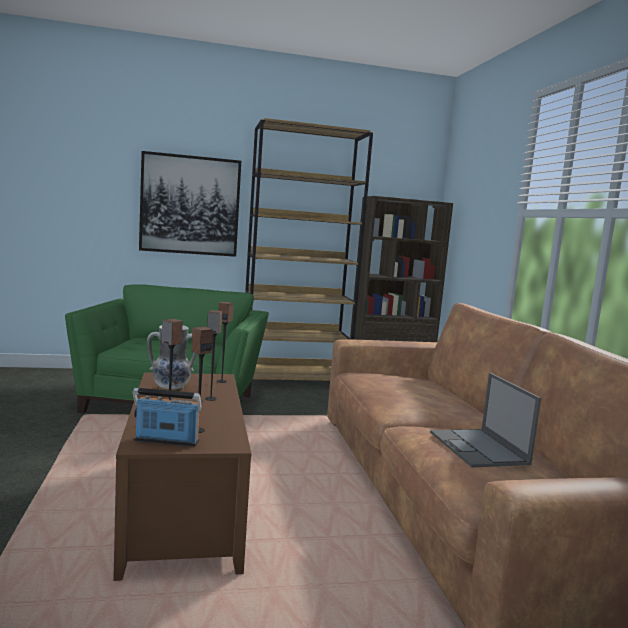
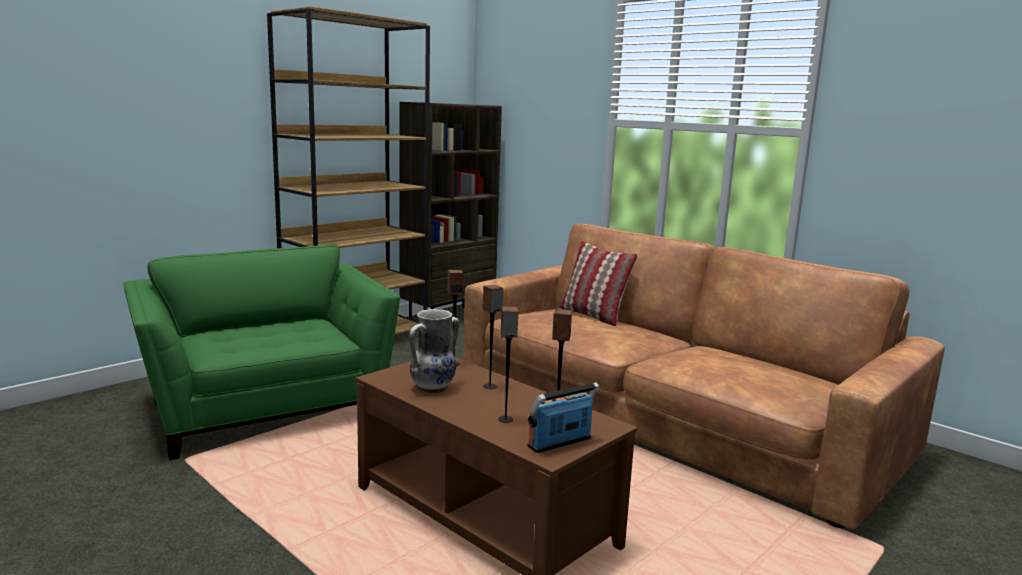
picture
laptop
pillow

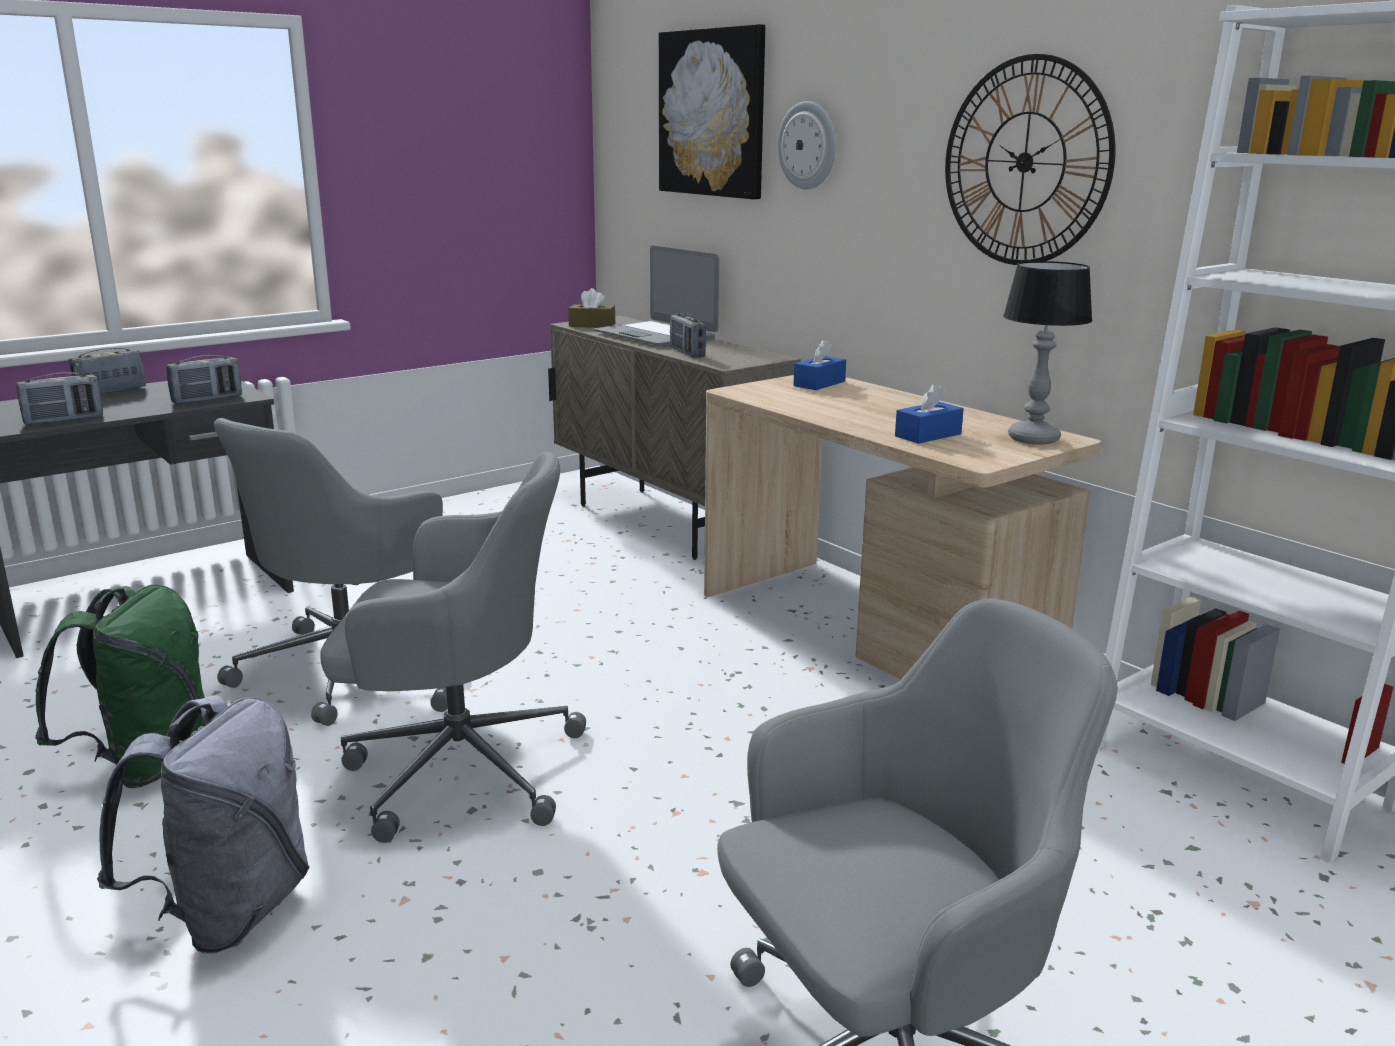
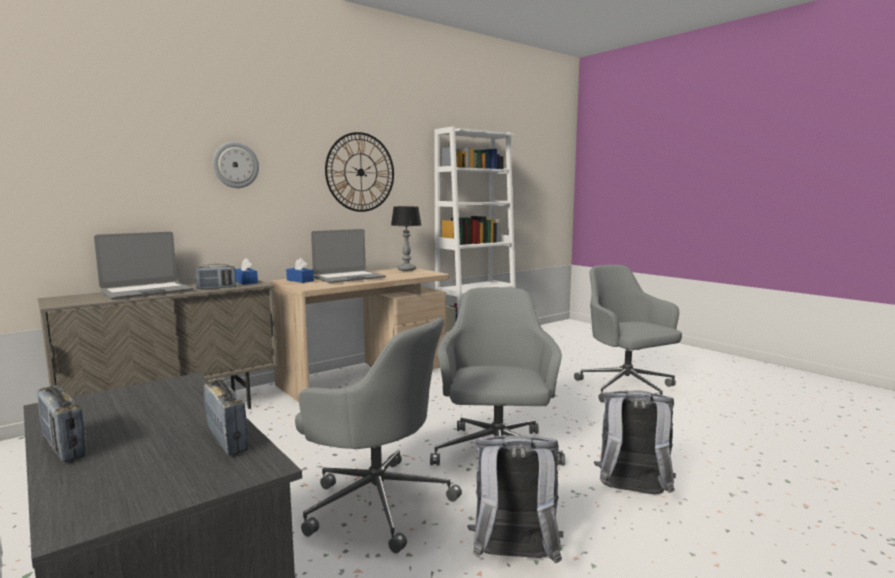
grey backpack (no. 1 from left)
radio (no. 3 from left in the first image)
brown tissue box
picture
blue tissue box (no. 1 from left)
laptop (no. 2 from left)

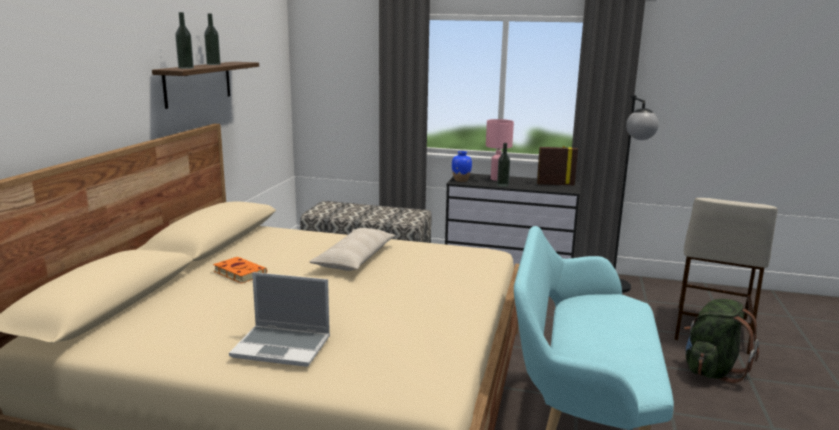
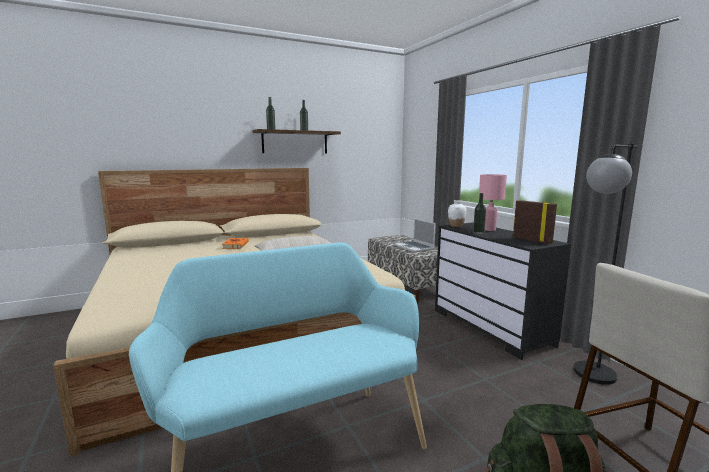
laptop
white vase

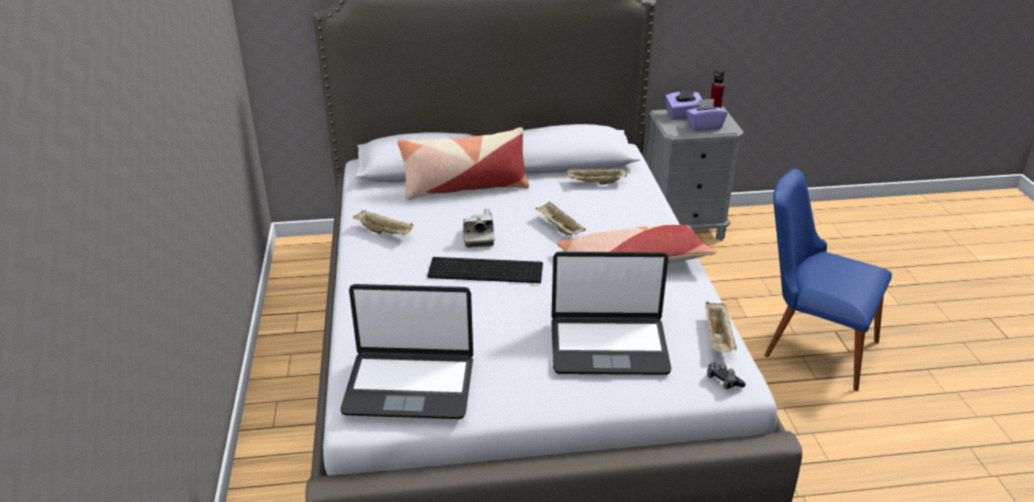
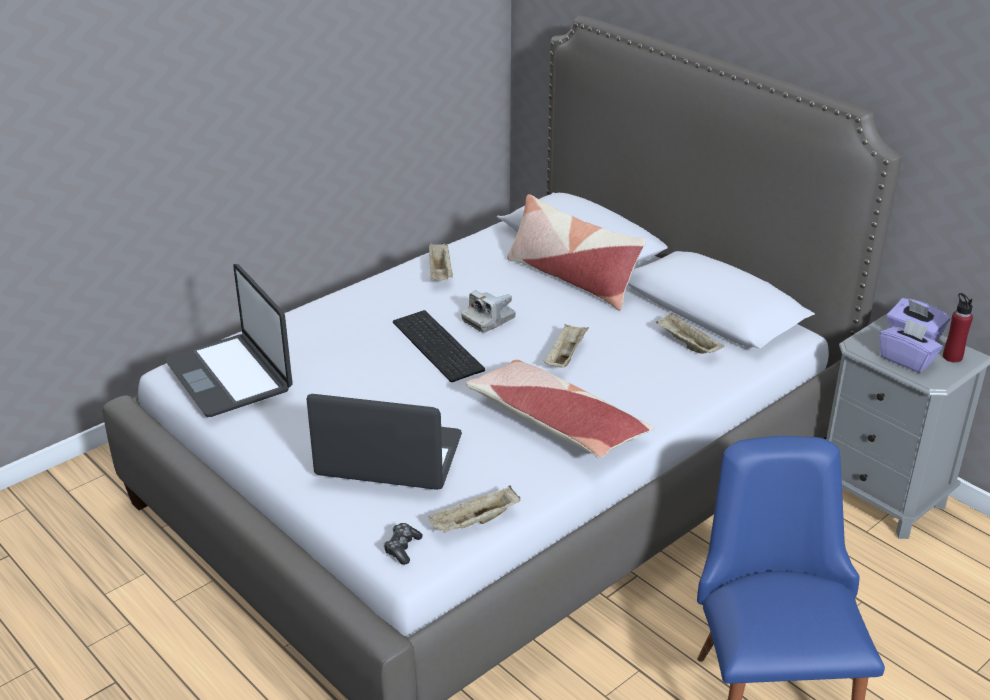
laptop (no. 2 from left)

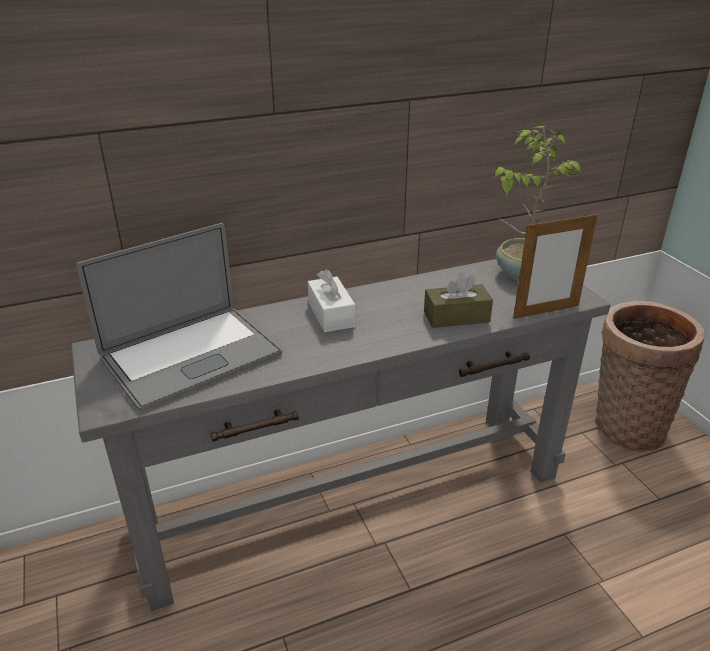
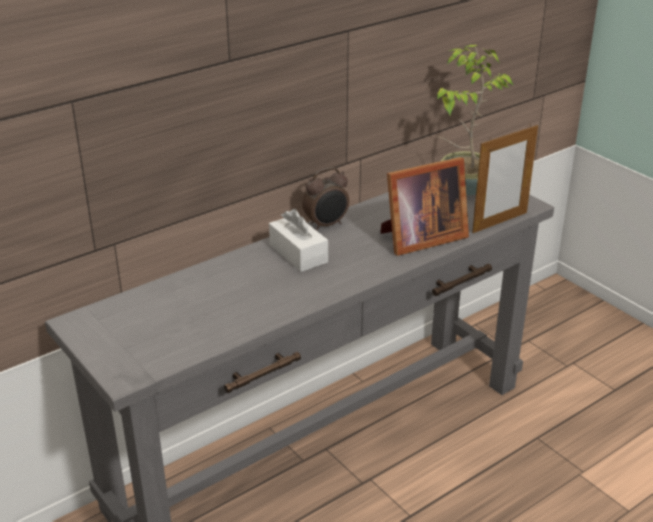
laptop
picture frame (no. 1 from left)
basket
alarm clock

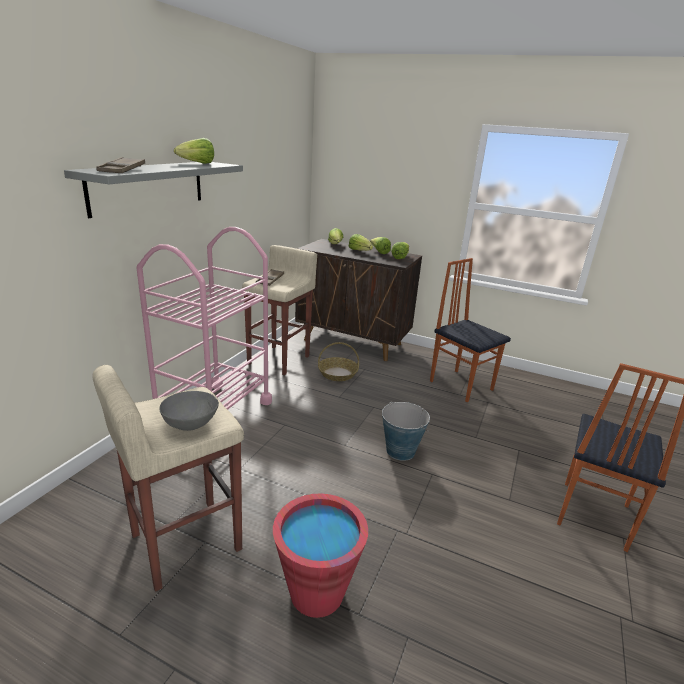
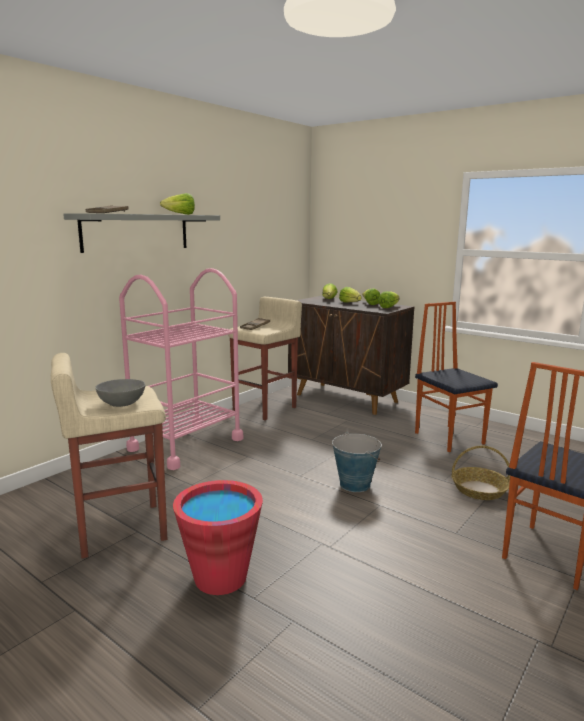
basket

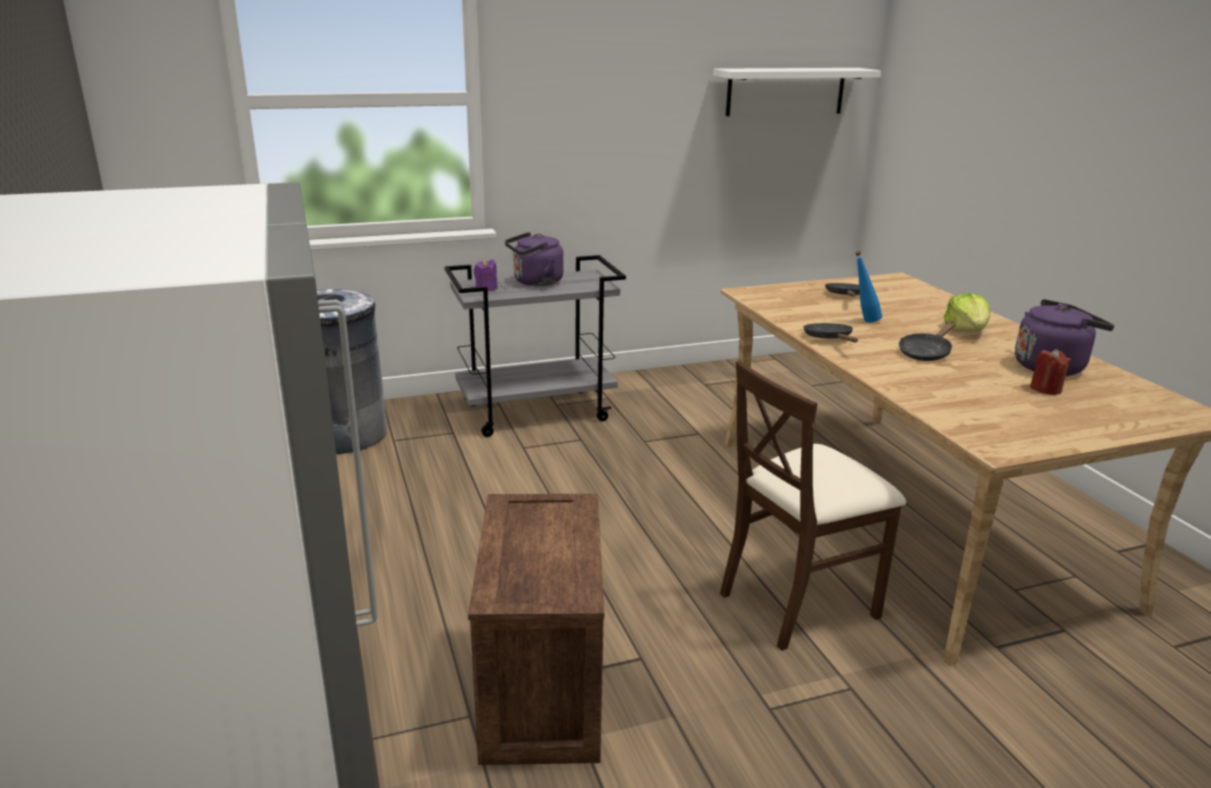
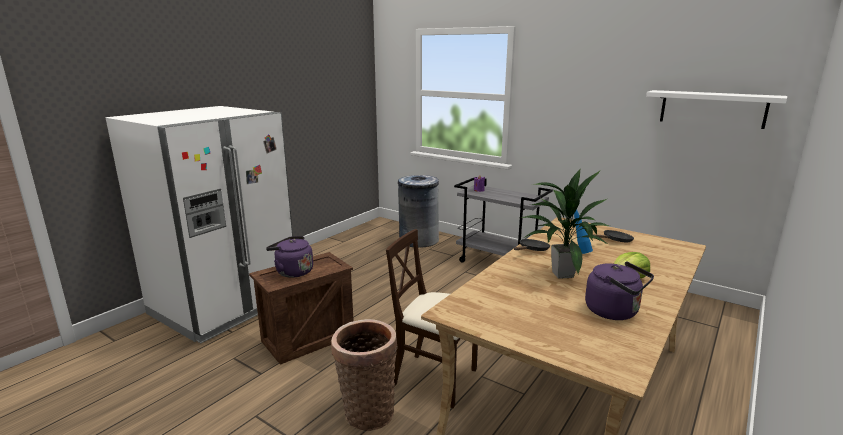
purple kettle (no. 1 from left)
potted plant
red candle
basket

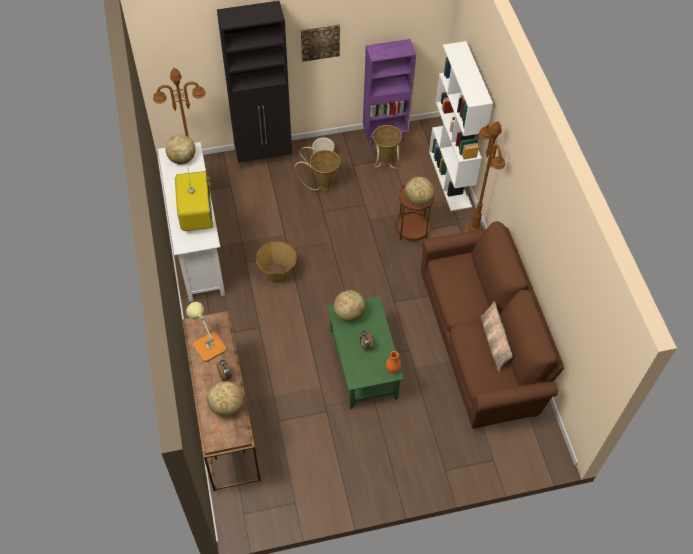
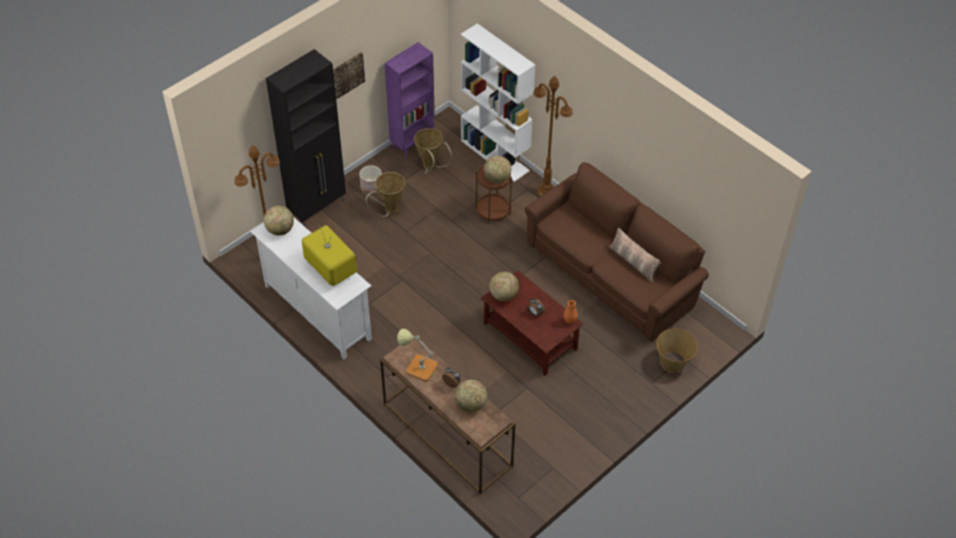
basket (no. 3 from left)
brown coffee table

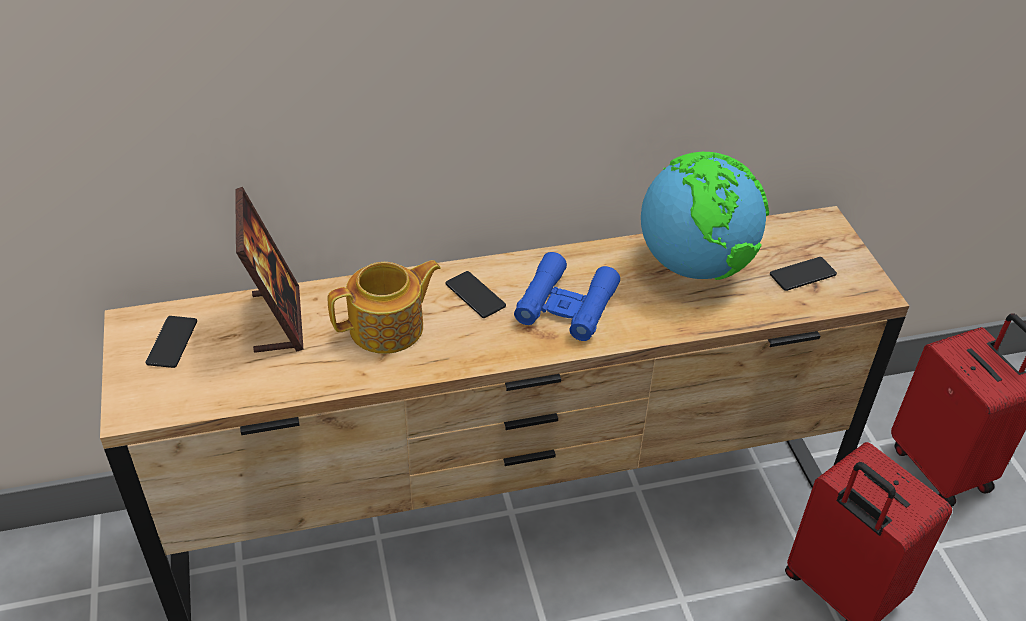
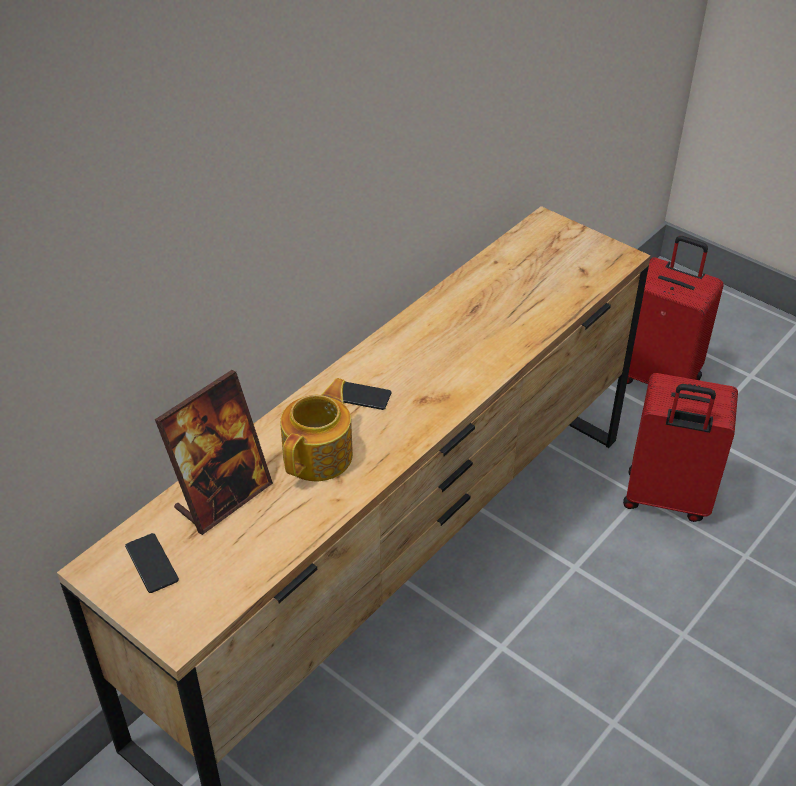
picture frame
blue binoculars
globe
phone (no. 3 from left in the first image)

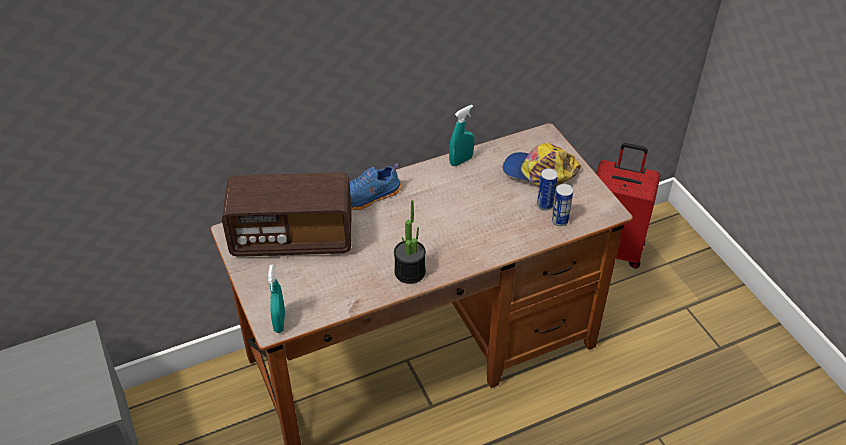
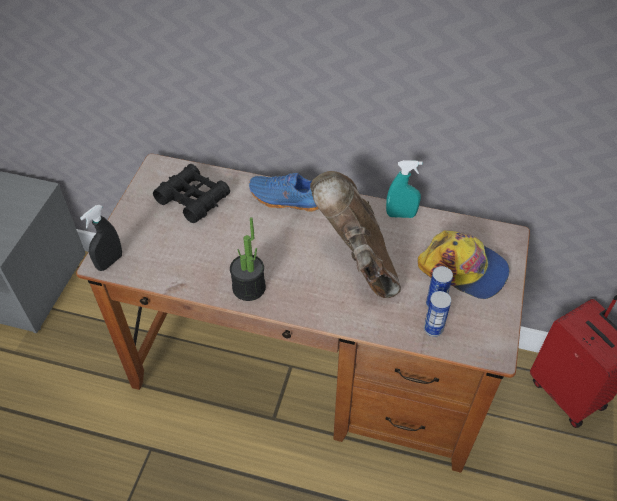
black binoculars
black spray bottle
cap
brown boot

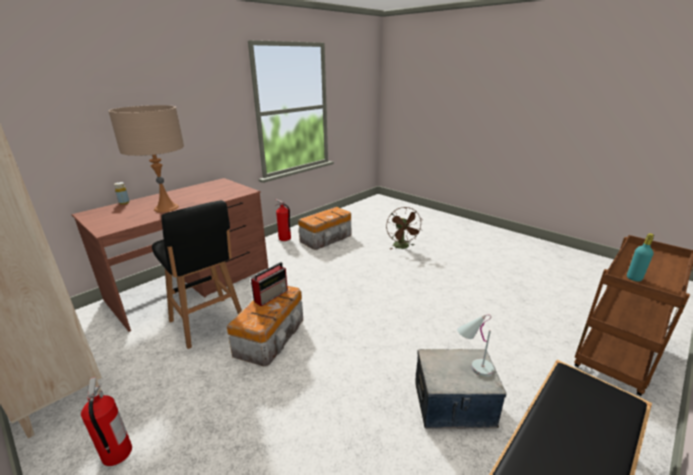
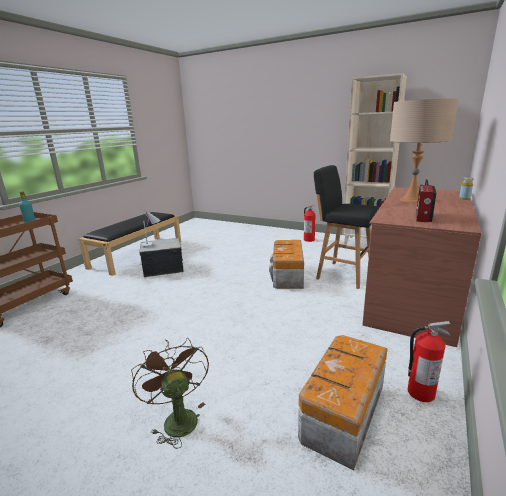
radio

